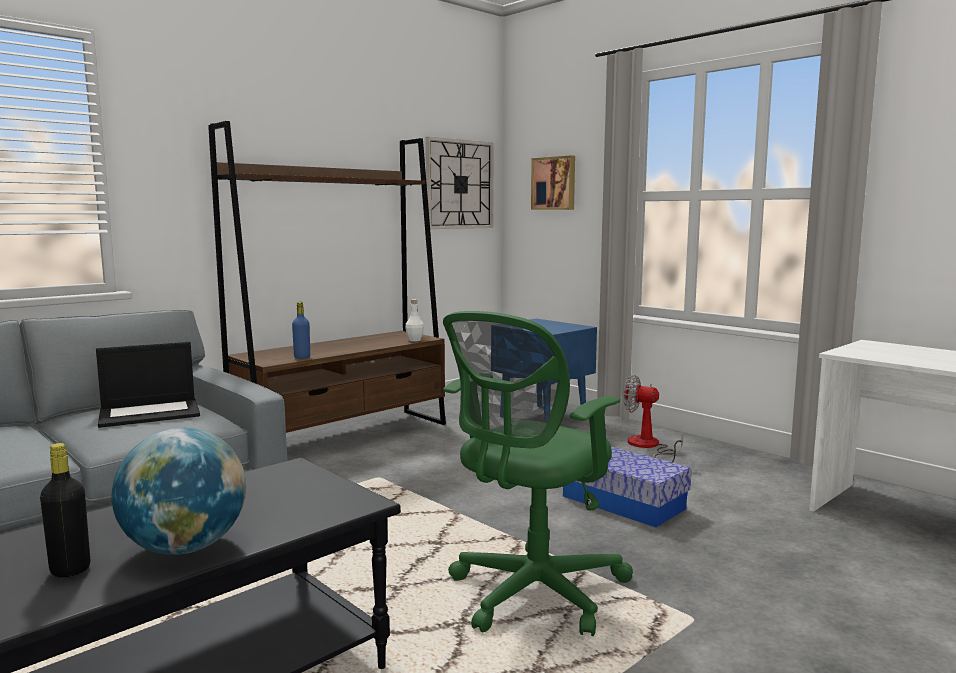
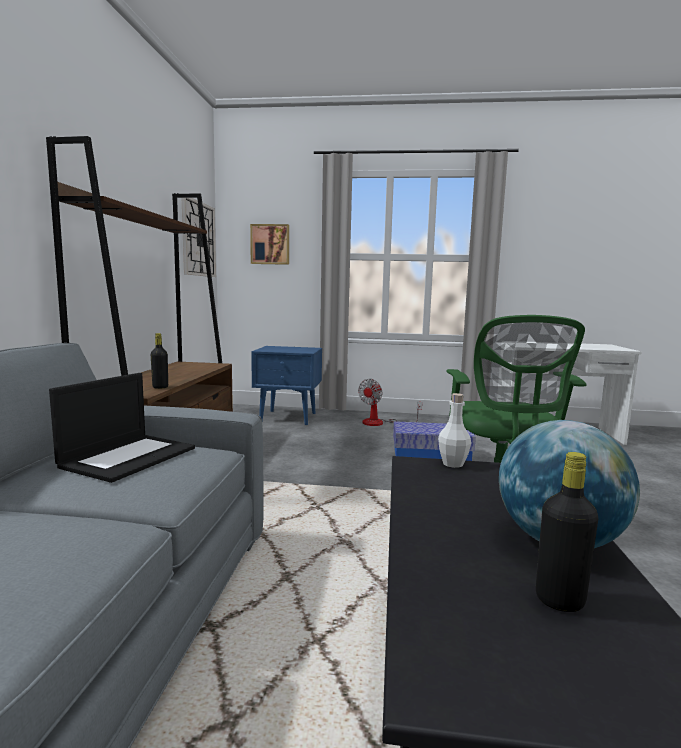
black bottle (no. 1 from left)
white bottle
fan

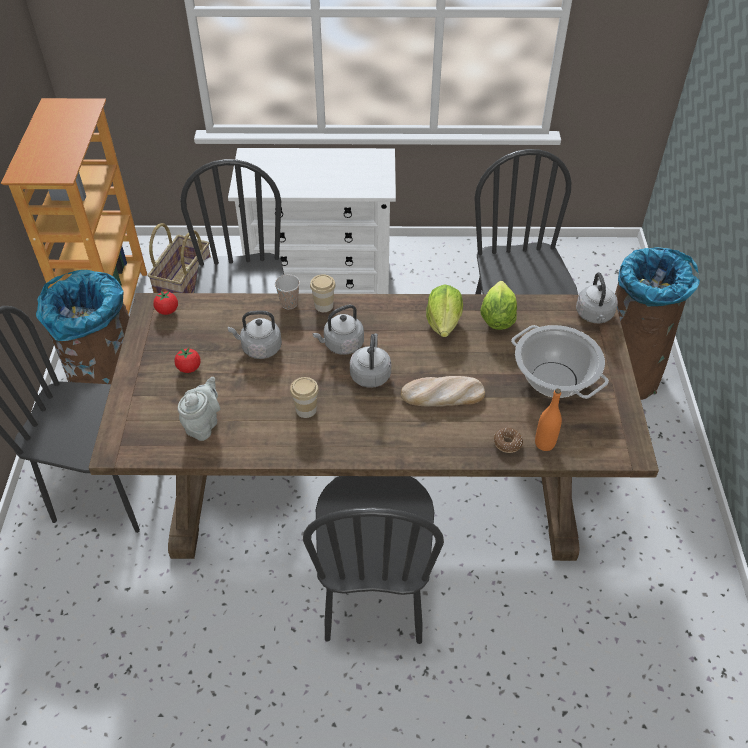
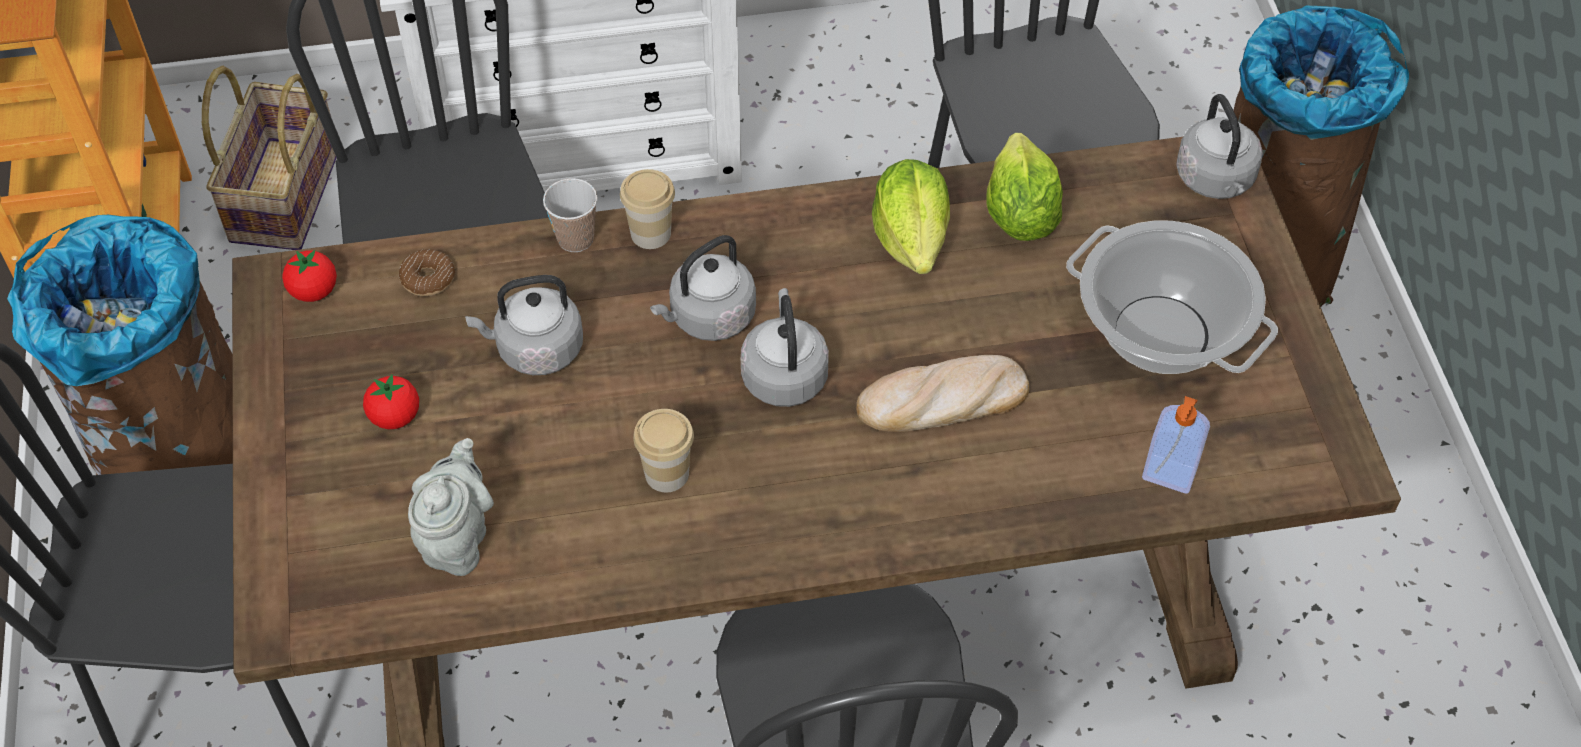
donut
soap dispenser

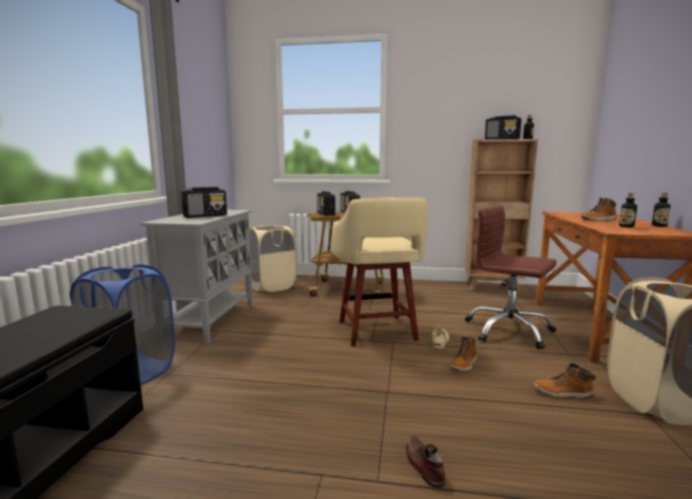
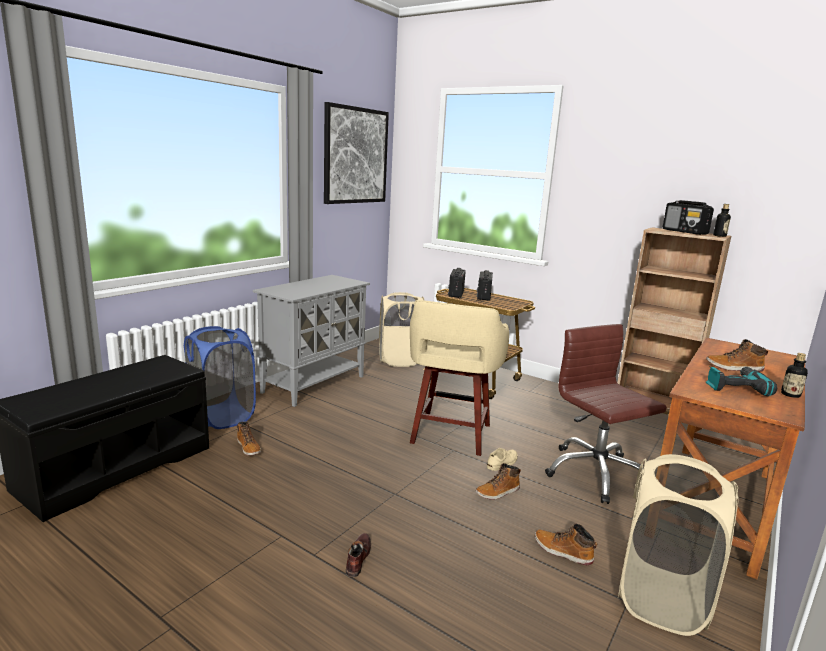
radio (no. 1 from left in the first image)
power drill
boot (no. 1 from left)
picture

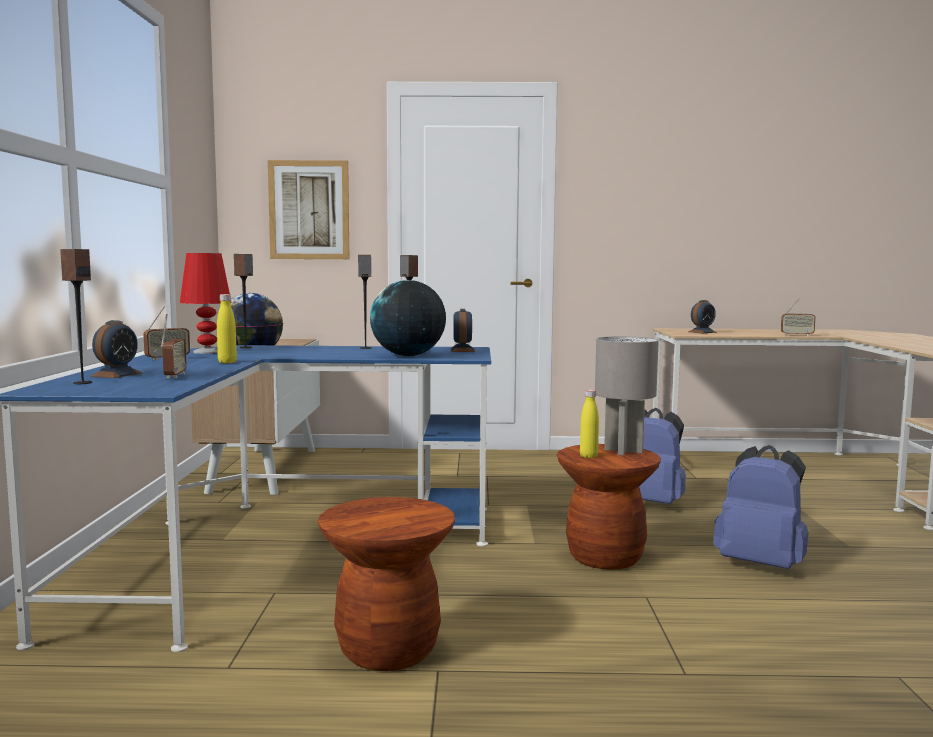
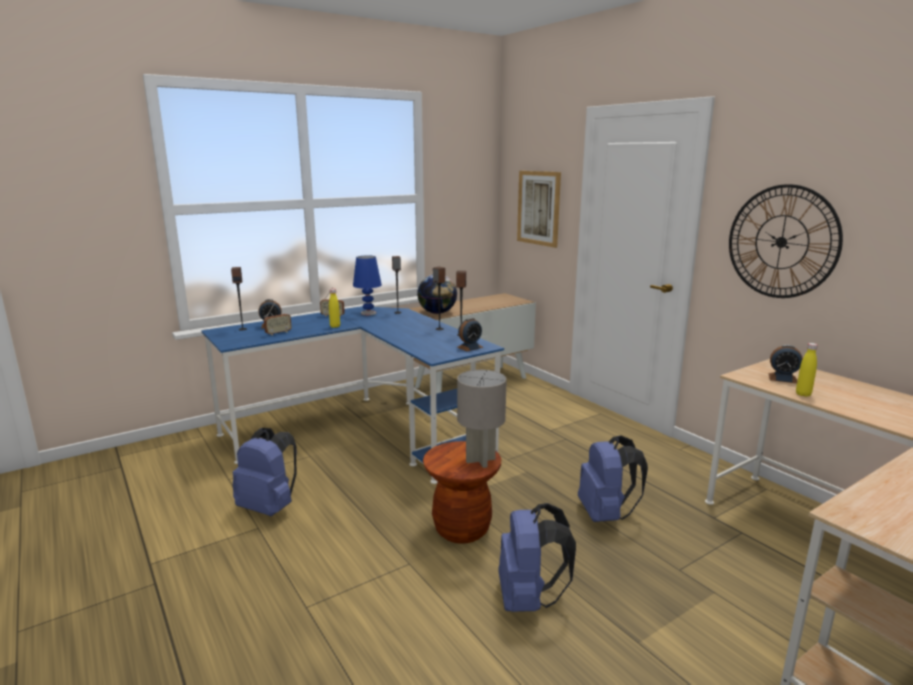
blue table lamp
blue backpack (no. 1 from left)
globe (no. 2 from left in the first image)
yellow bottle (no. 2 from left)
radio (no. 3 from left in the first image)
wall clock

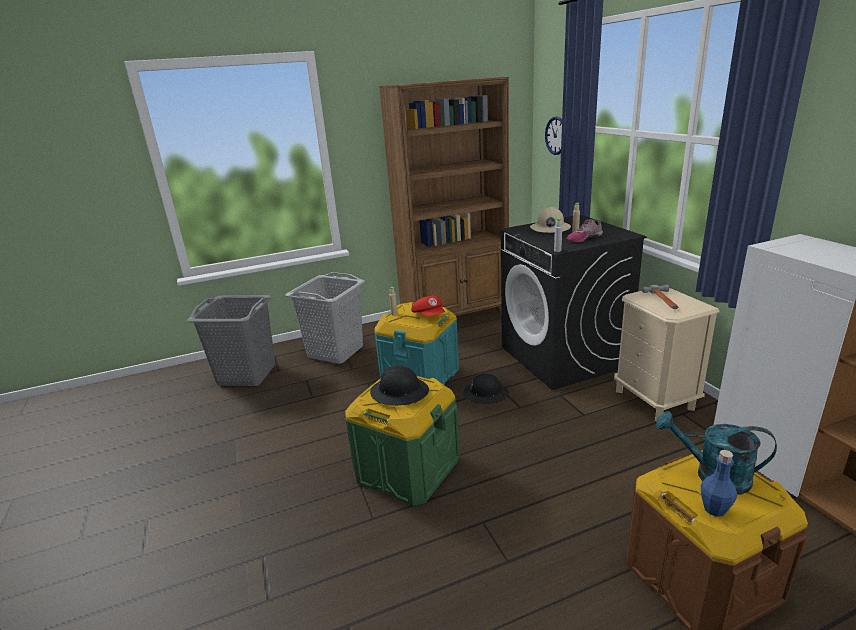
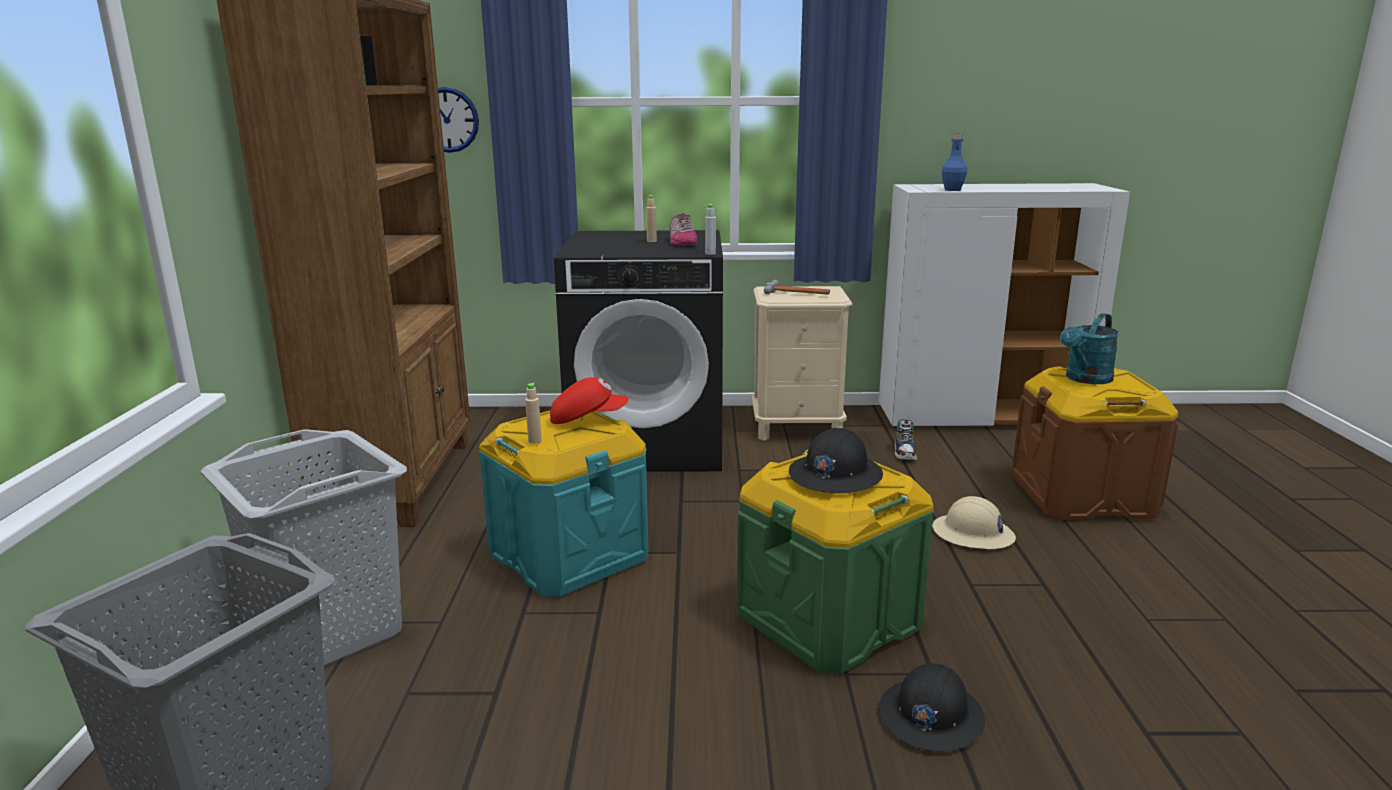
black hard hat (no. 2 from left)
beige hard hat
blue bottle
shoe (no. 2 from left)

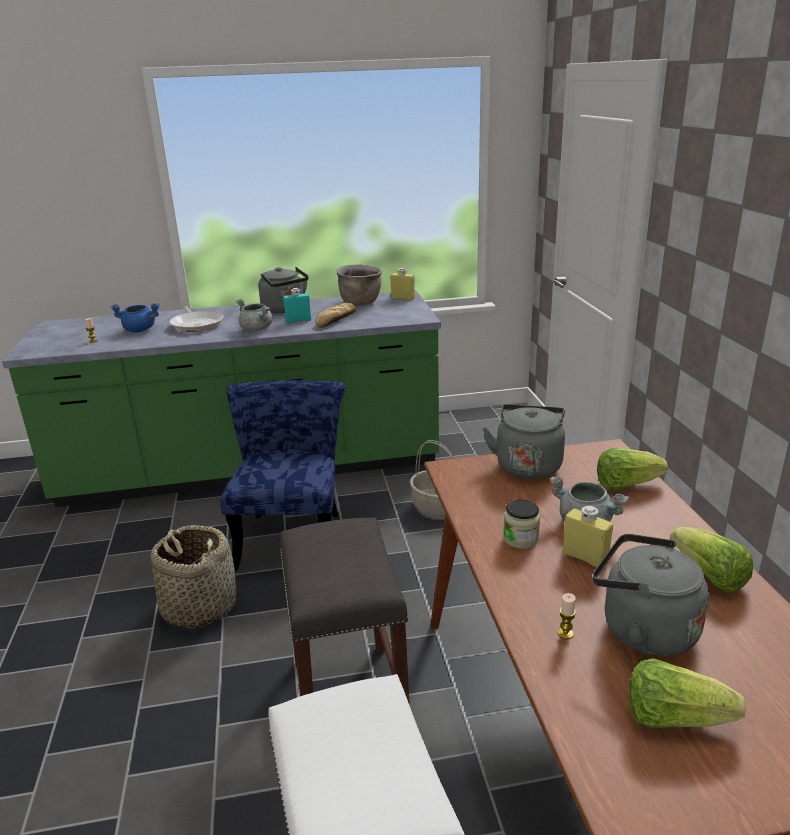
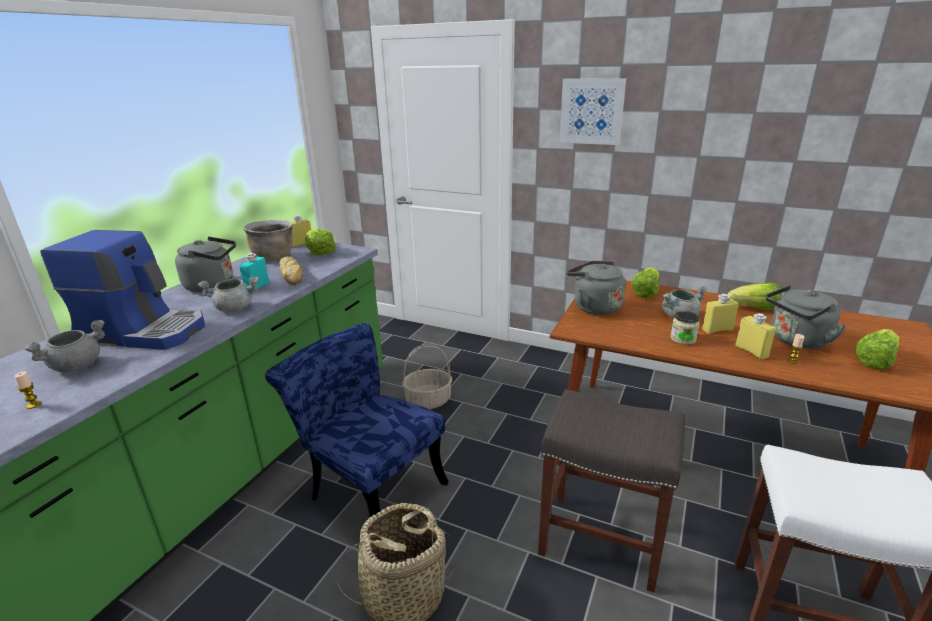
grey cooking pot (no. 1 from left)
coffee machine
lettuce (no. 1 from left)
picture
yellow bottle (no. 3 from left)

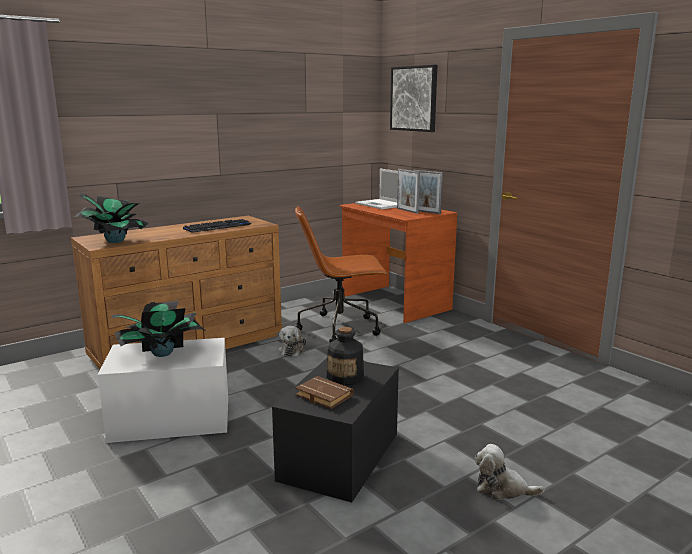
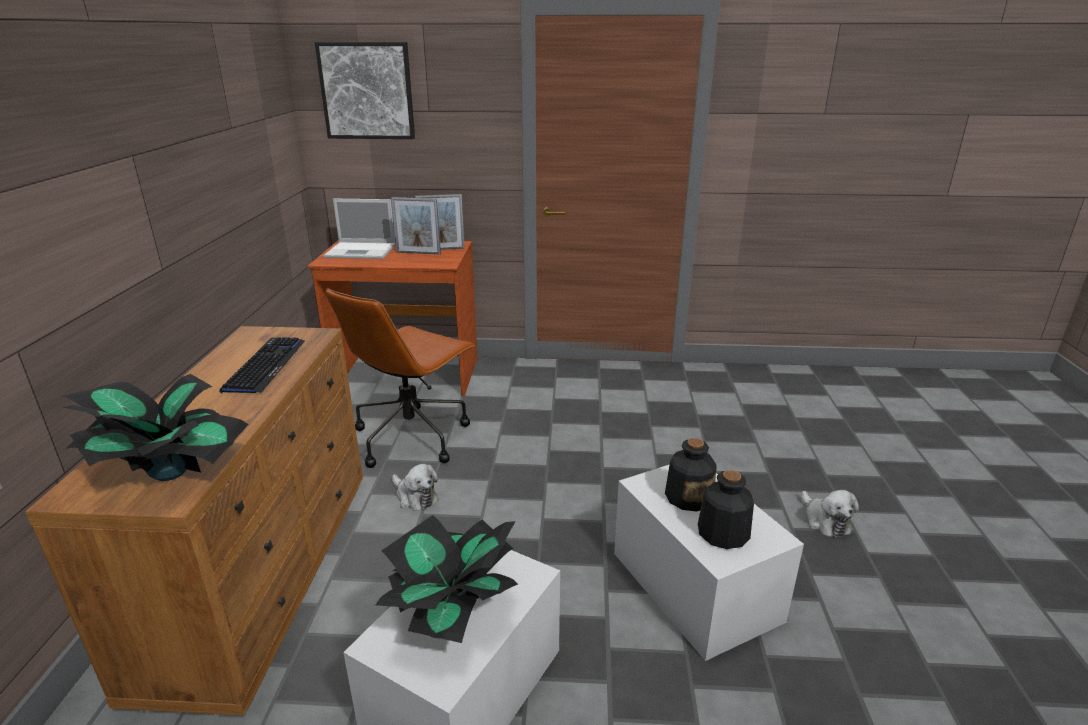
white storage box (no. 2 from left)
bottle (no. 2 from left)
plush toy (no. 2 from left)

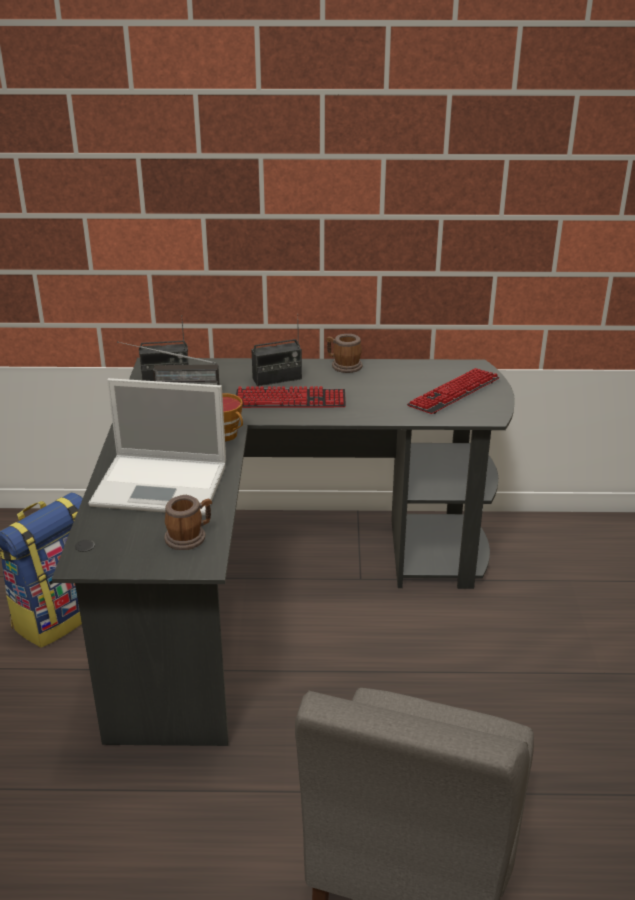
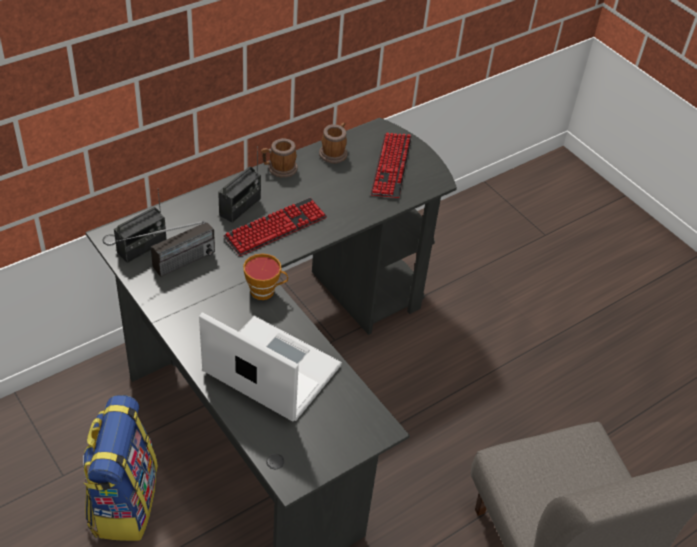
laptop
mug (no. 2 from left)

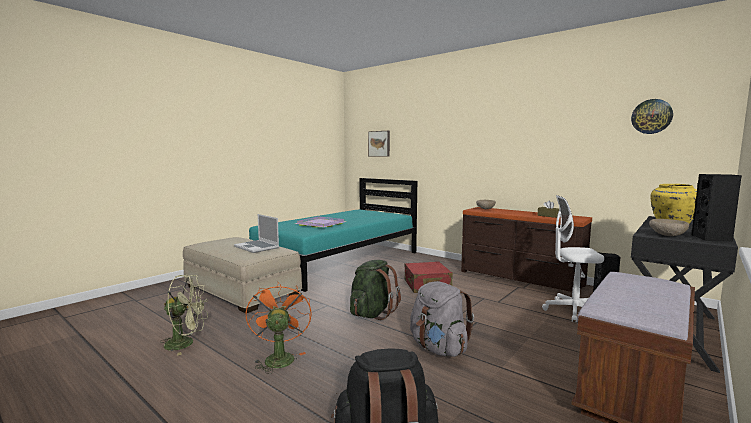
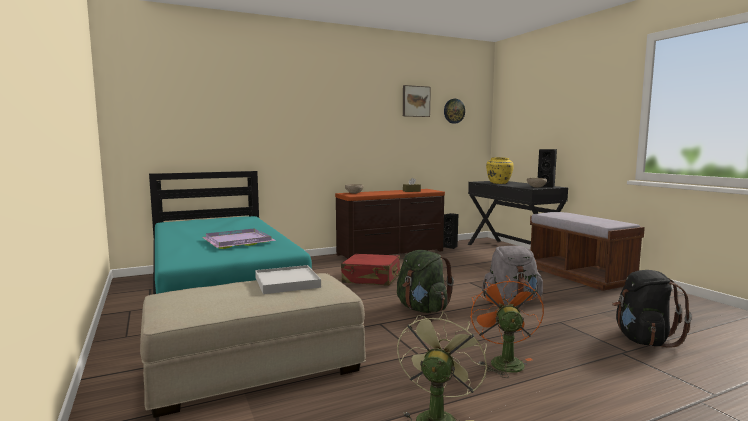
white tray
orange fan
picture
white office chair

